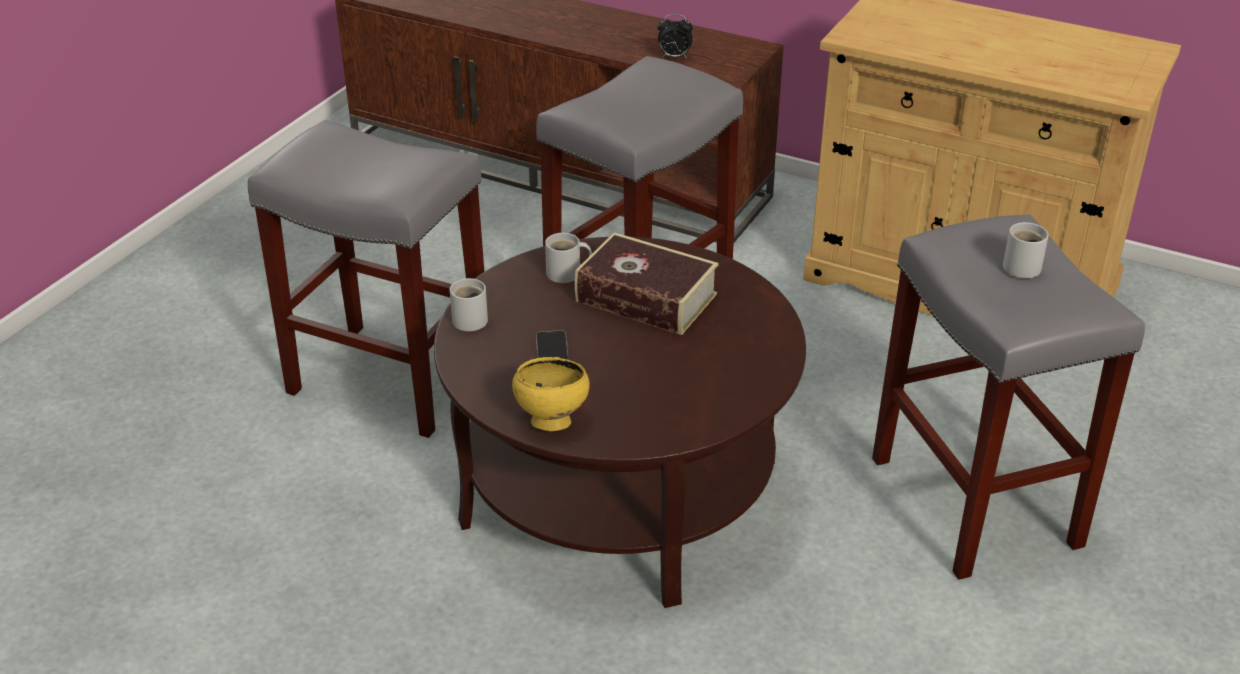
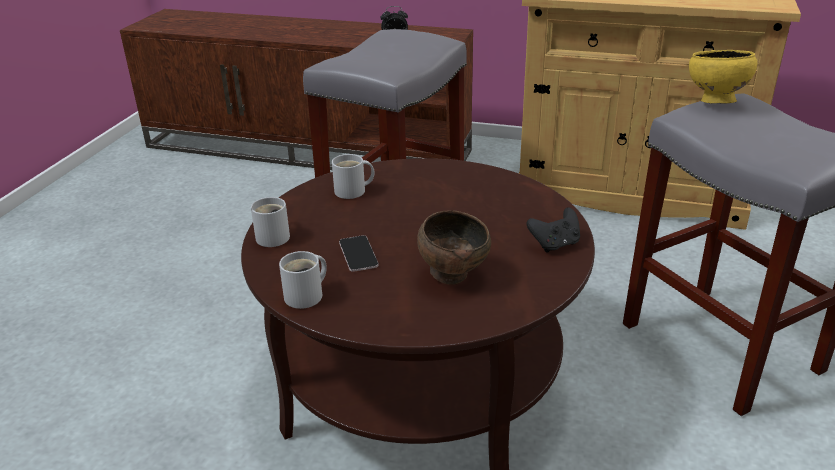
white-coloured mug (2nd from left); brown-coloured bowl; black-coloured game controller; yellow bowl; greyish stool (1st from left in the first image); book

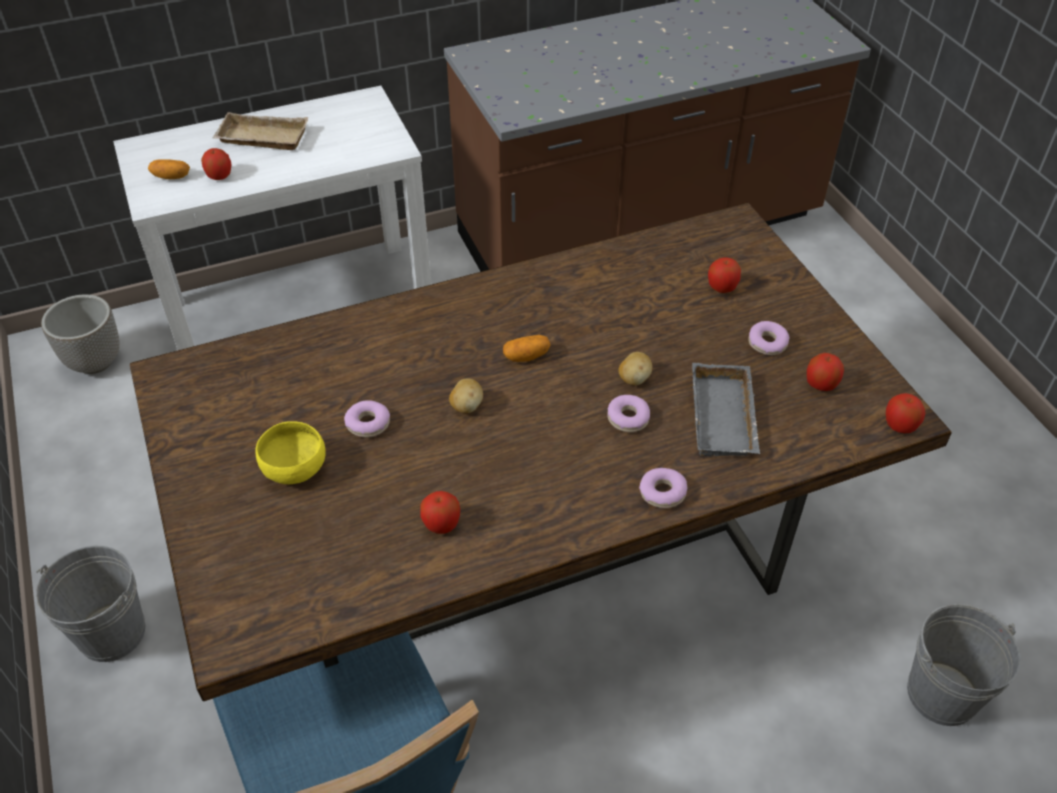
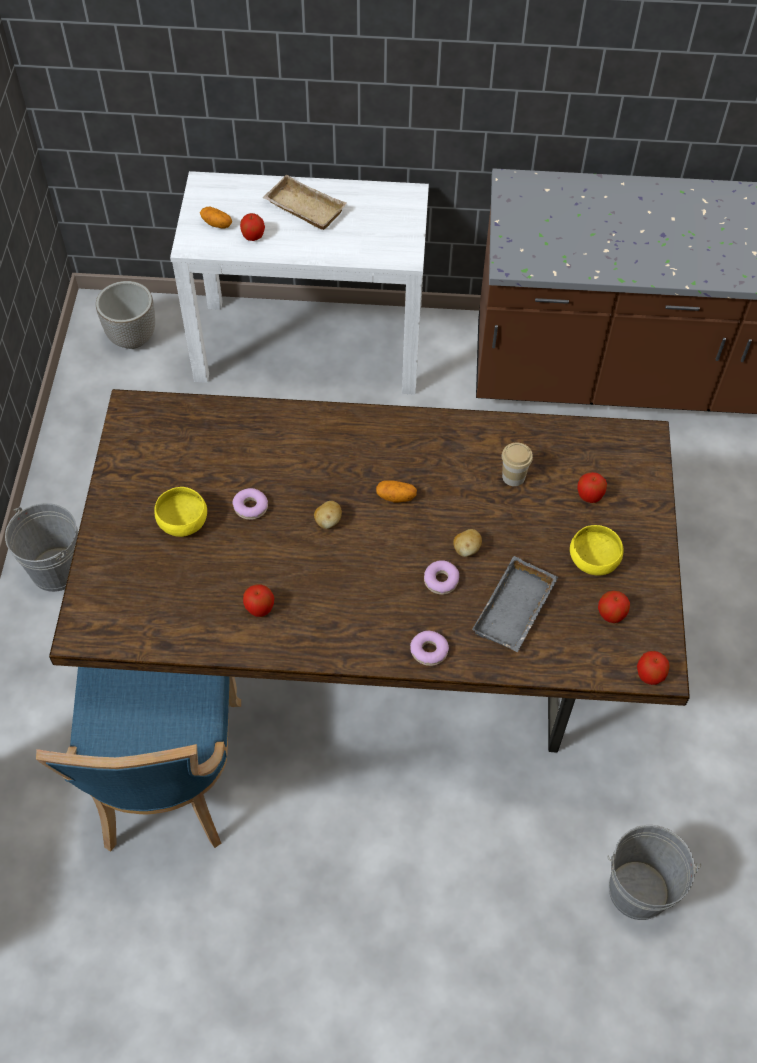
drinking cup; yellow bowl (2nd from left)

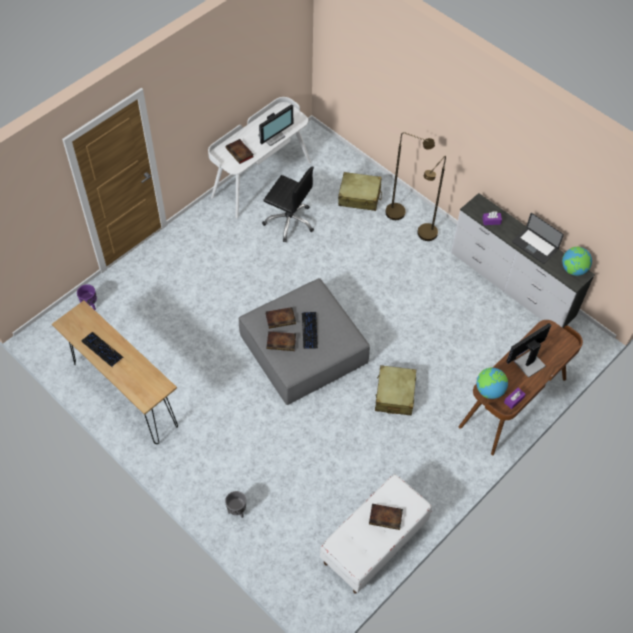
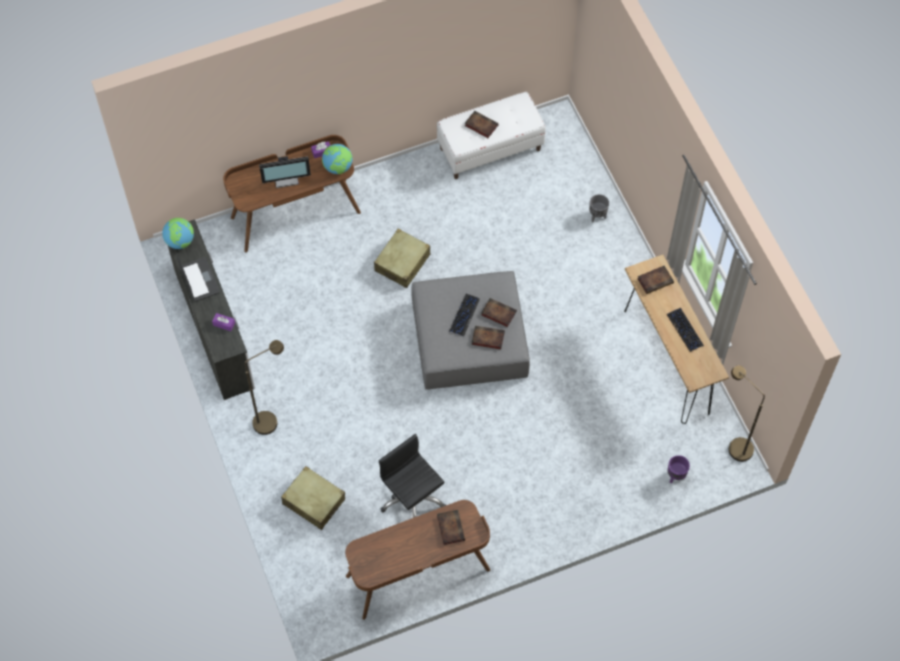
brown-coloured desk unit (2nd from left); book (5th from left); brown-coloured standard lamp (2nd from left); computer screen (1st from left in the first image)

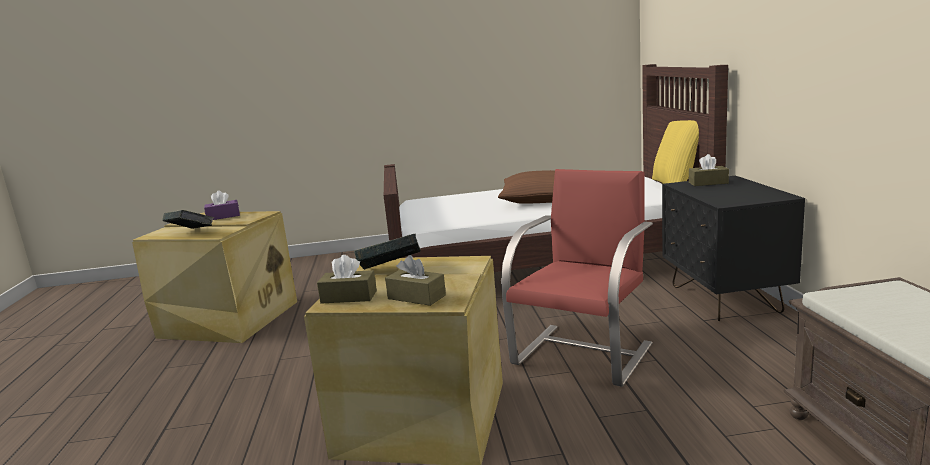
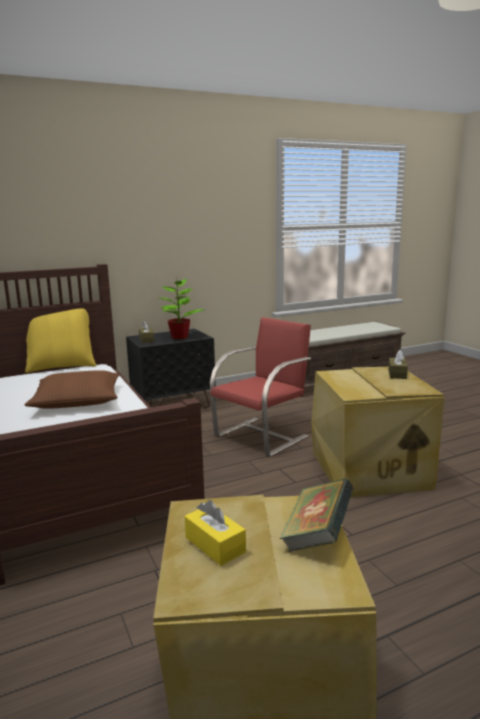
potted plant; yellow tissue holder; red-coloured upright chair; brown-coloured tissue holder (1st from left in the first image); book (2nd from left in the first image)

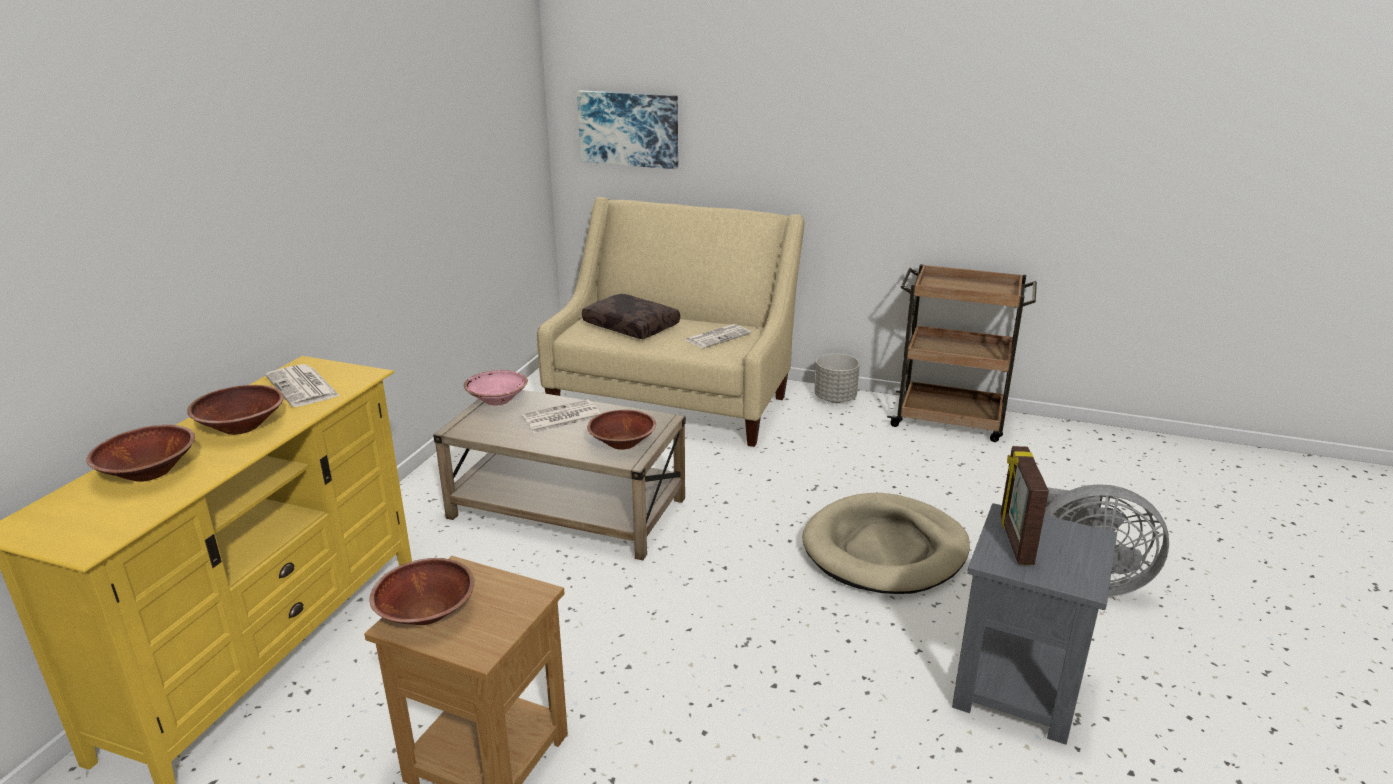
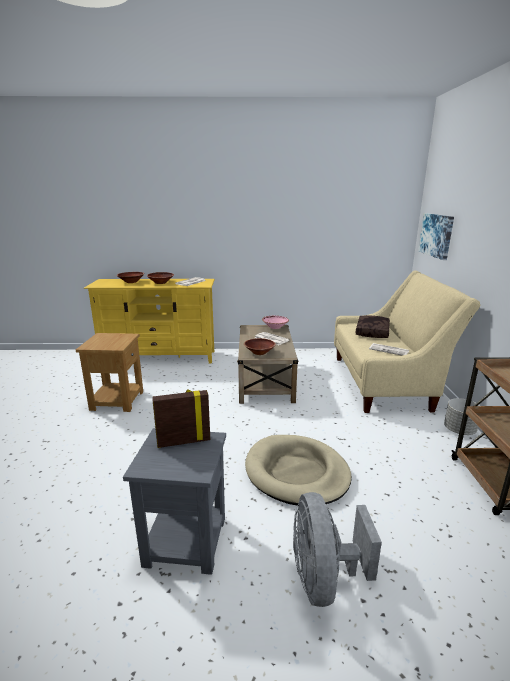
brown-coloured bowl (3rd from left in the first image)

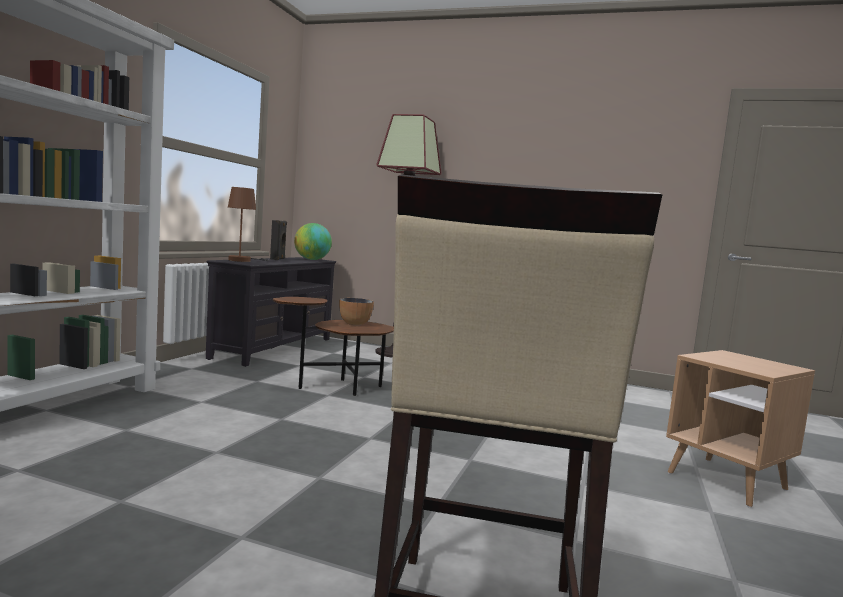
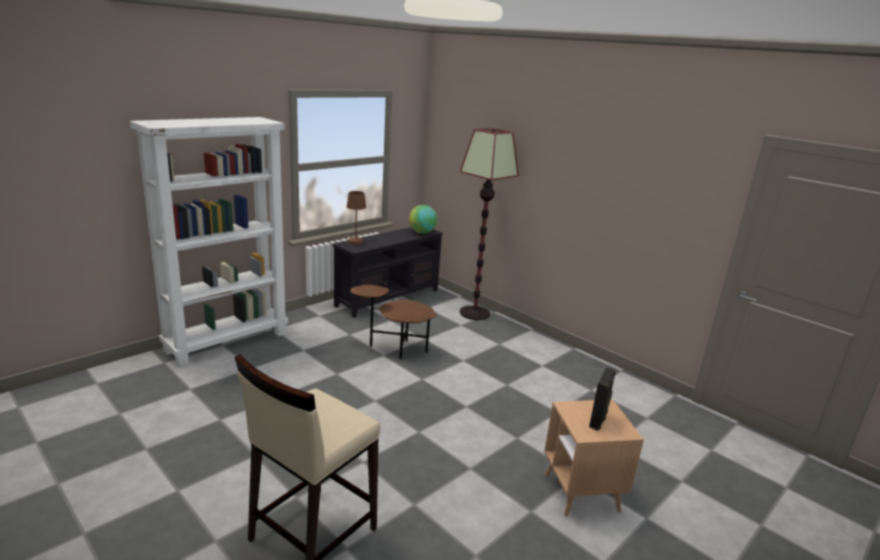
black-coloured loudspeaker; bowl

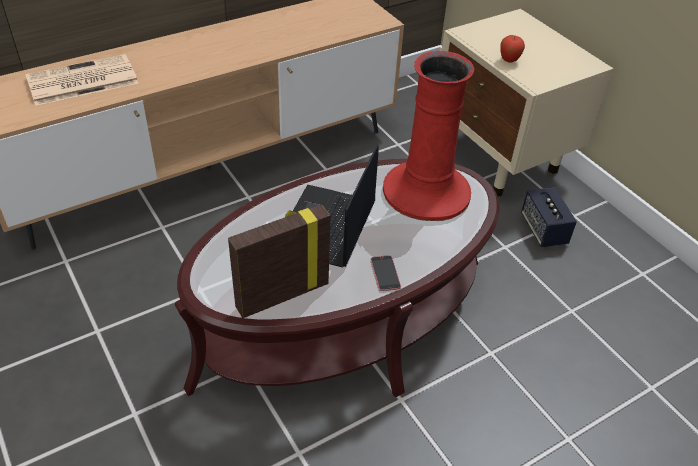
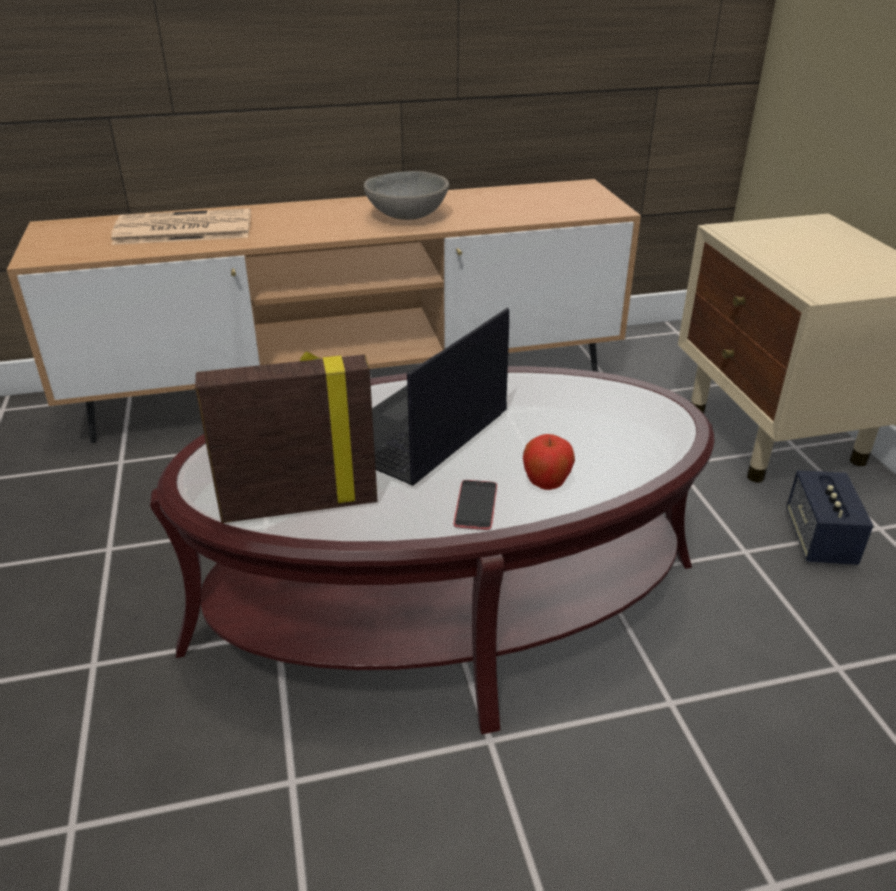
greyish bowl; apple; red-coloured flower vase

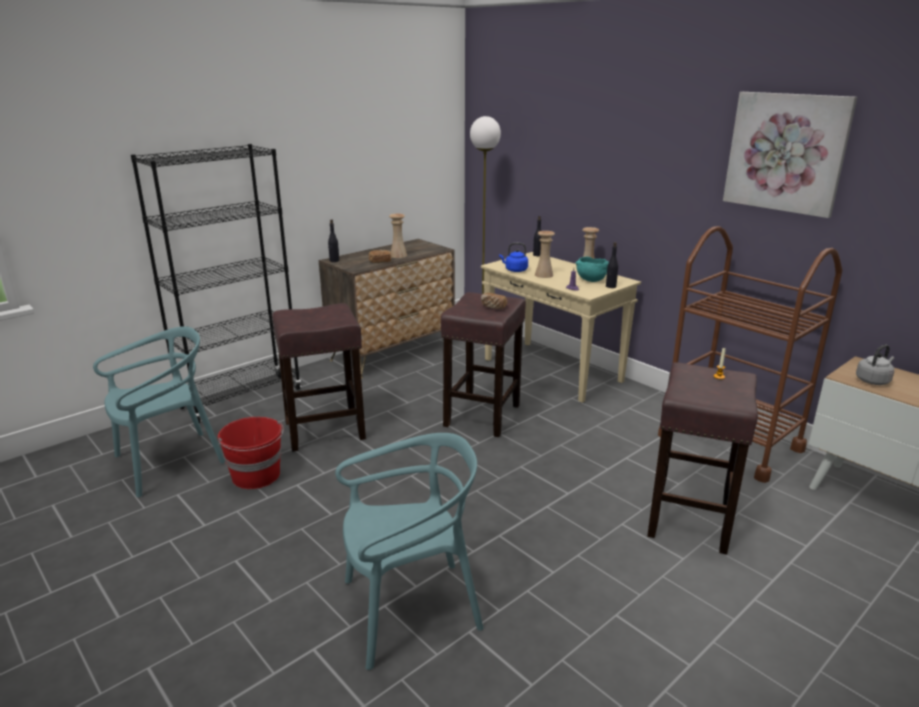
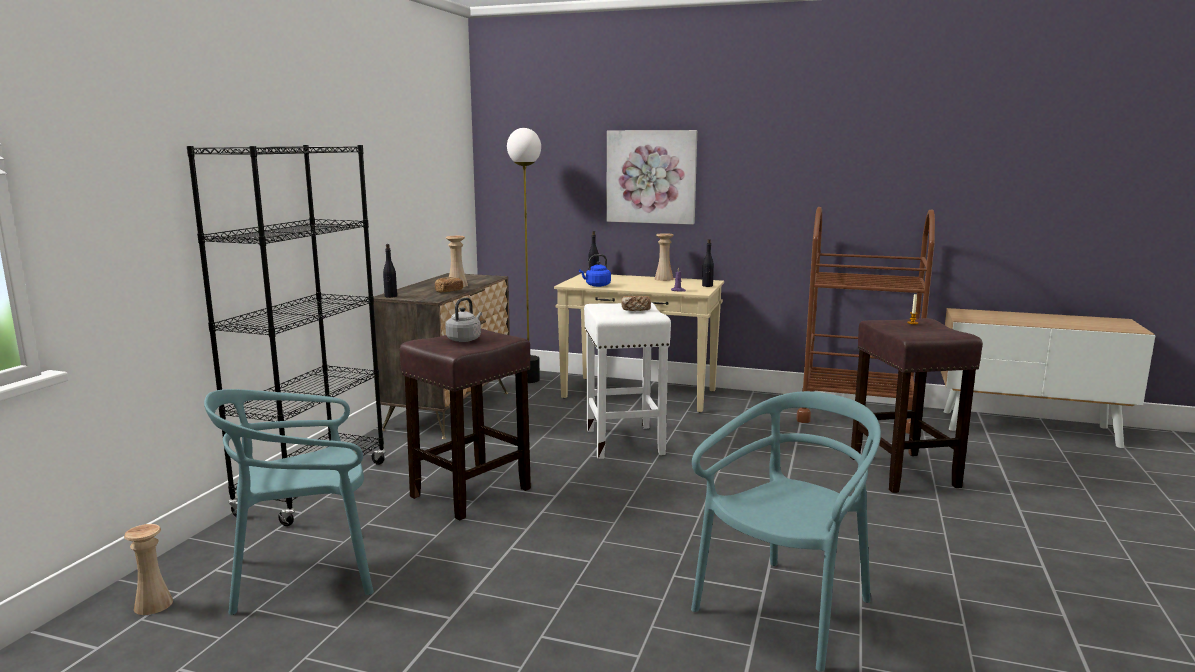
beige flower vase (1st from left); turquoise upright chair (1st from left); greyish water kettle; white-coloured stool; wall picture; red-coloured water bucket; turquoise bowl

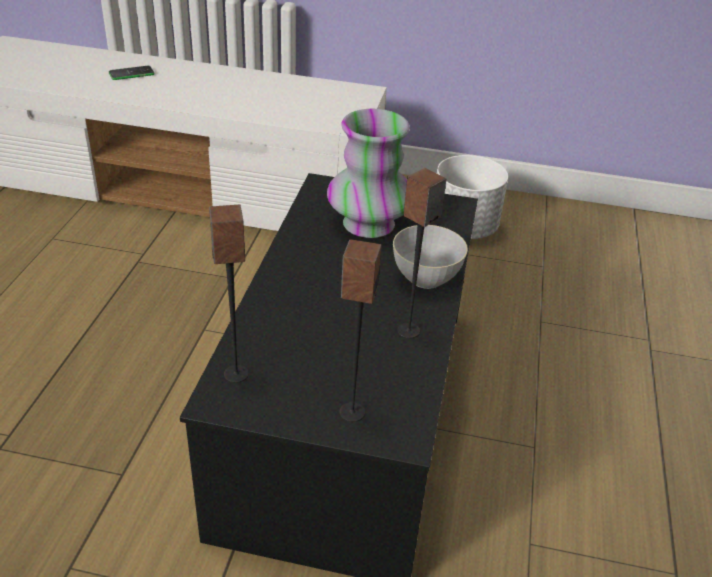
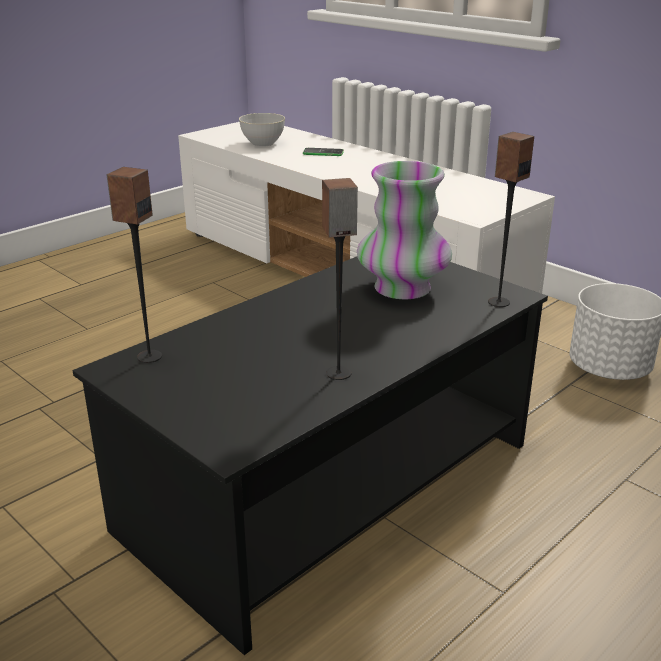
greyish bowl; loudspeaker (3rd from left)

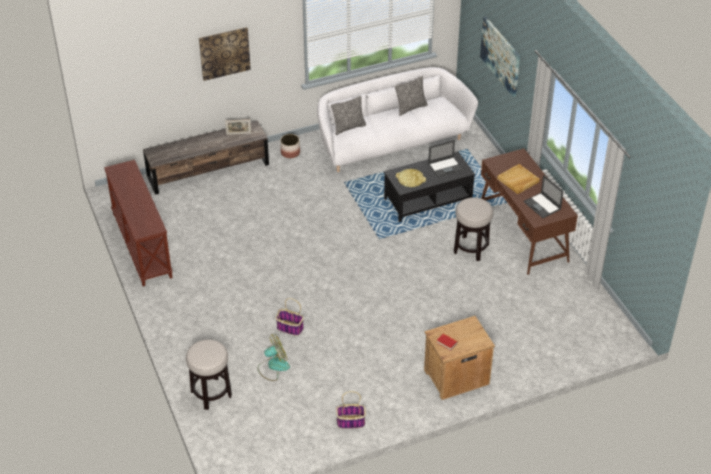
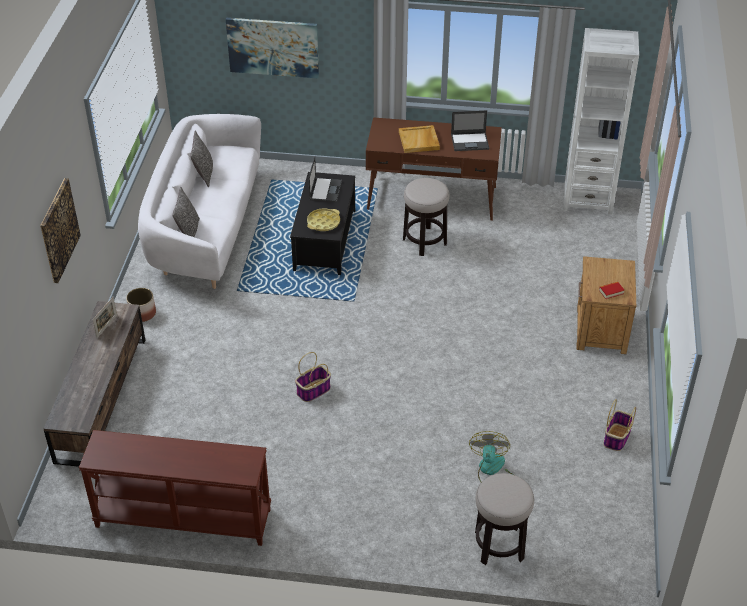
storage basket (1st from left); white-coloured bookshelf

